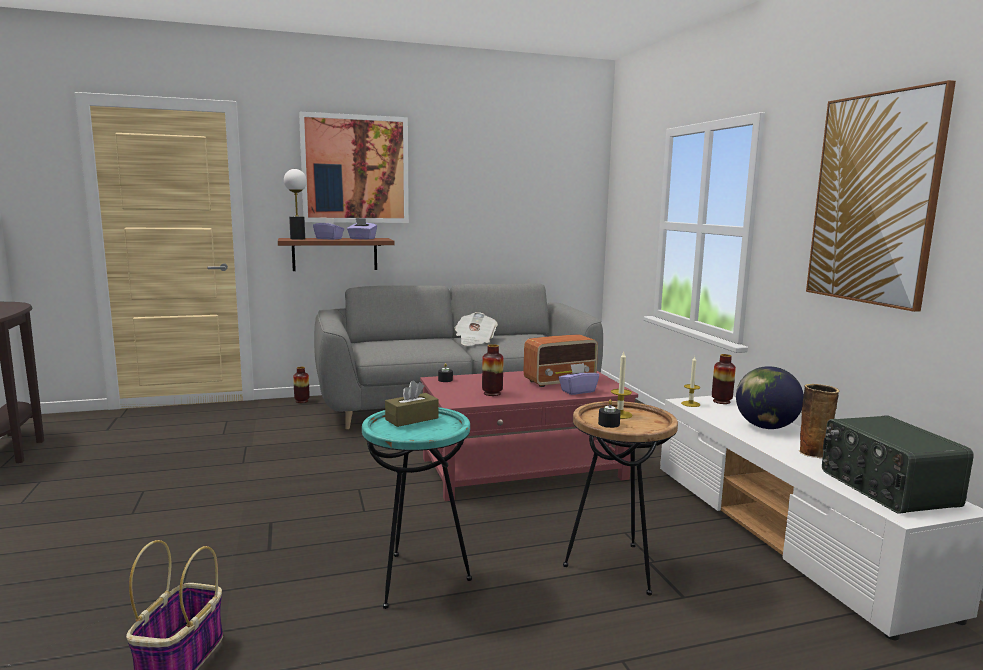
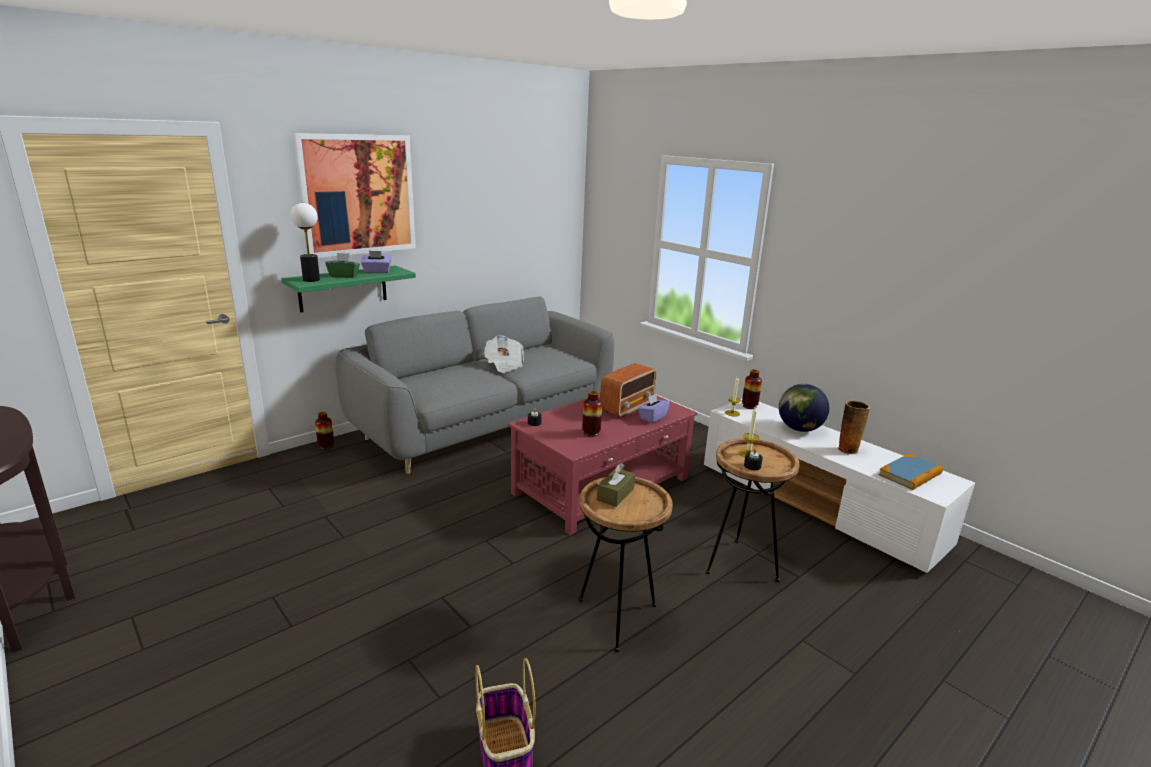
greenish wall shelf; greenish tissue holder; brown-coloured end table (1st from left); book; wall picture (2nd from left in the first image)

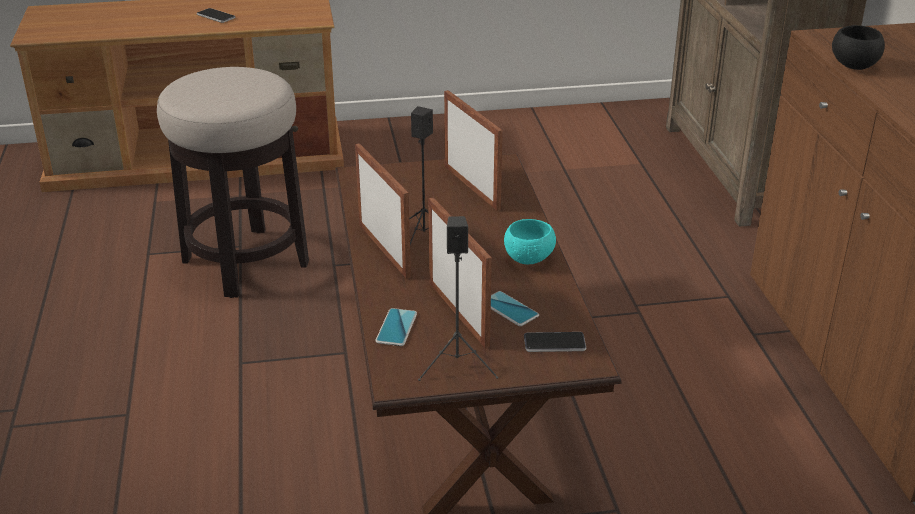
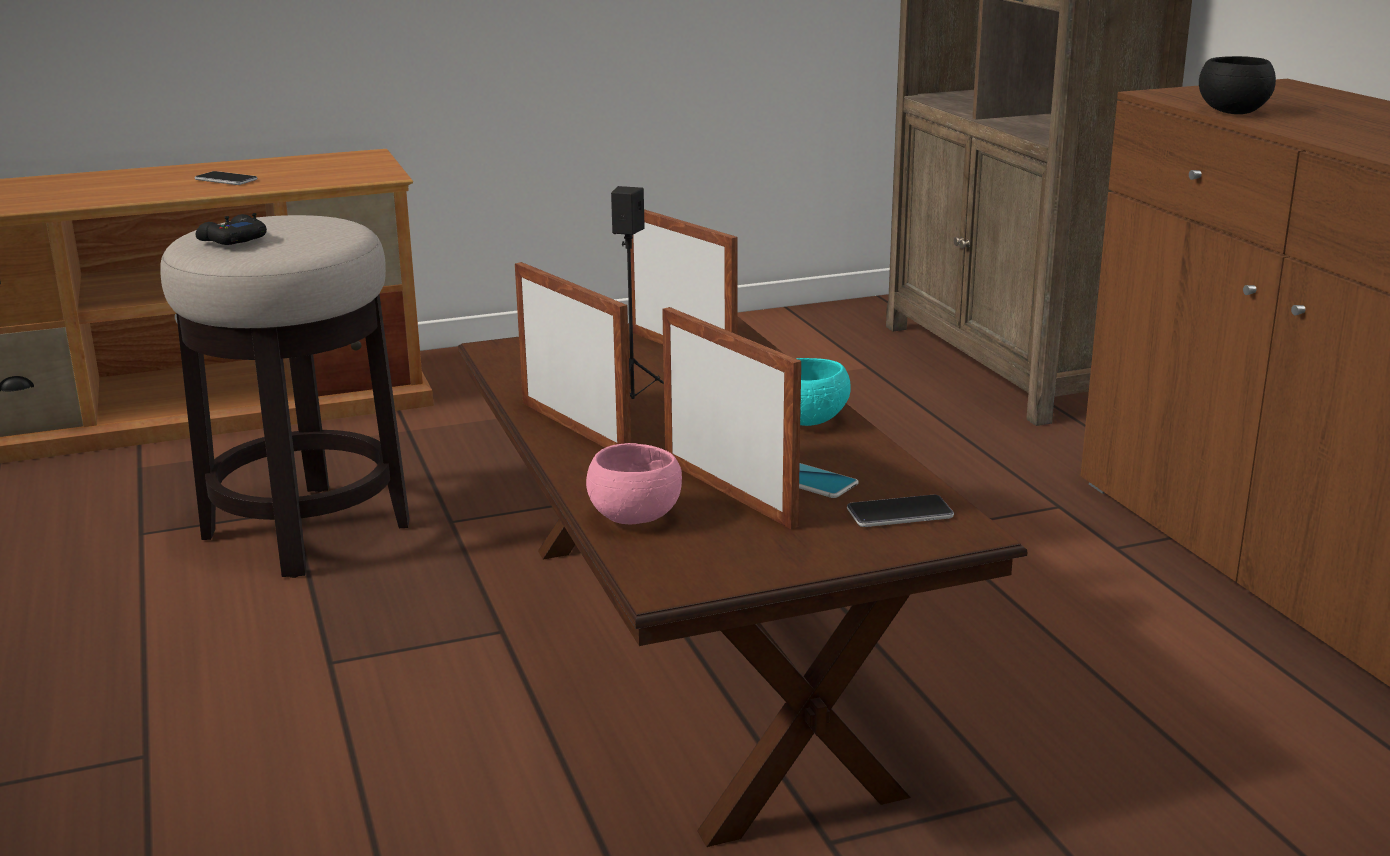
black-coloured game controller; pink bowl; black-coloured loudspeaker (2nd from left in the first image)

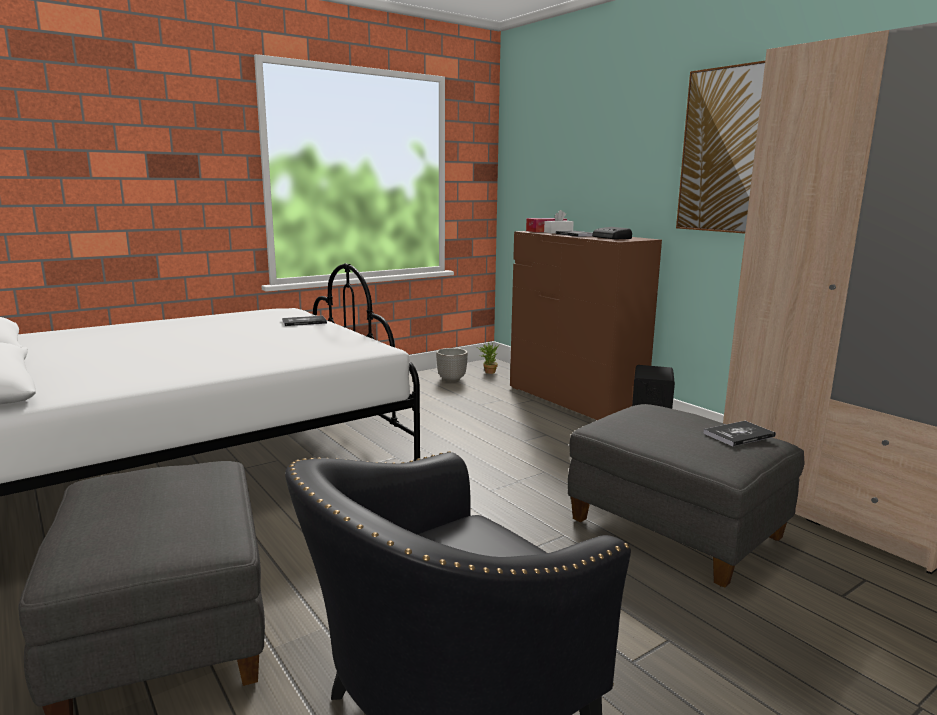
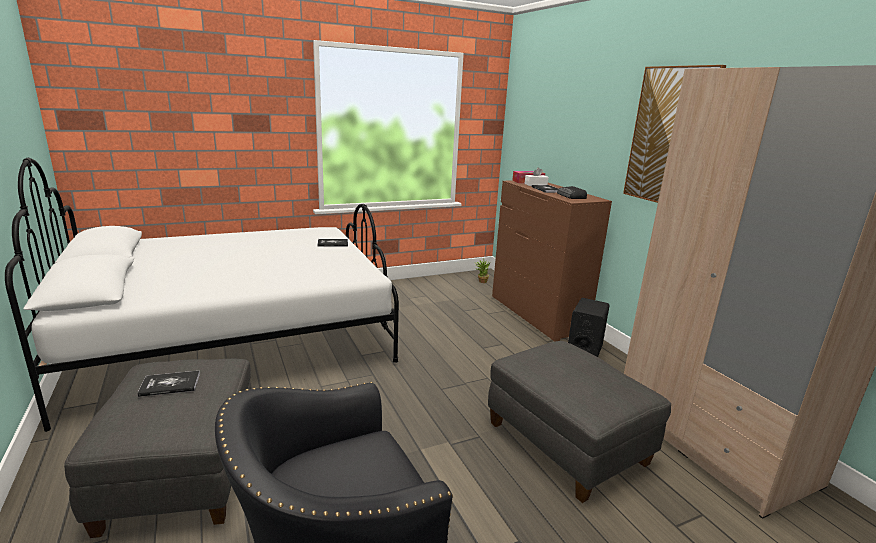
book (1st from left); planter

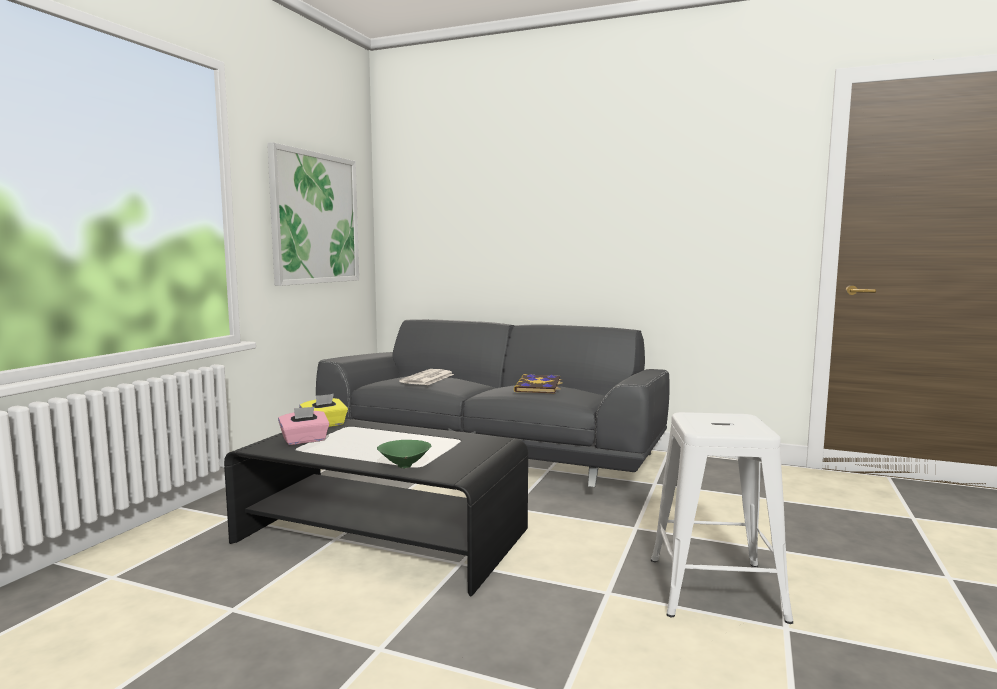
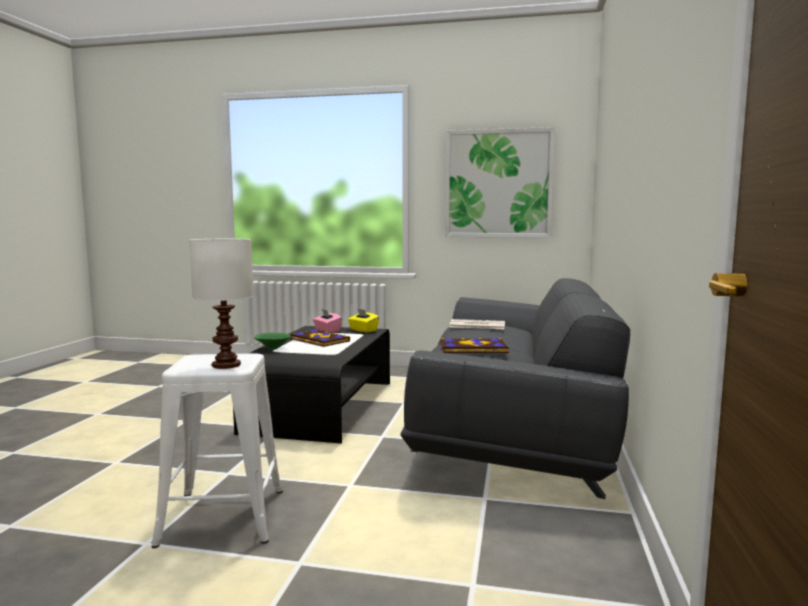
white-coloured table lamp; book (1st from left)

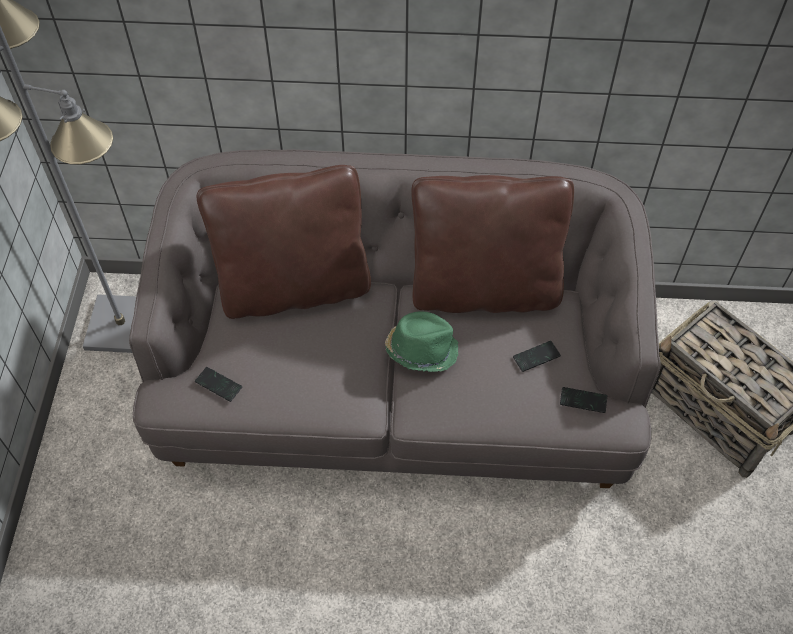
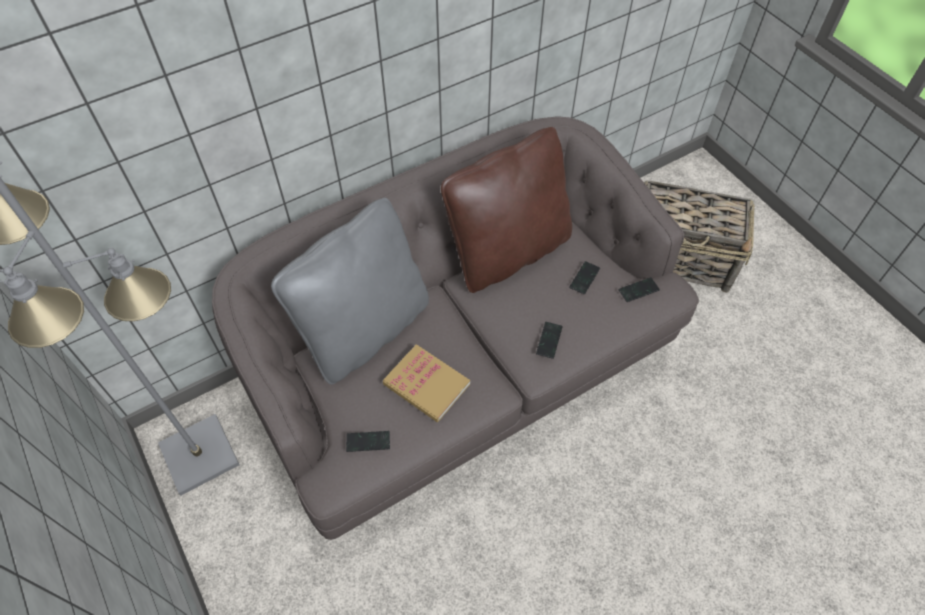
greyish pillow; book; telephone (2nd from left); greenish hat

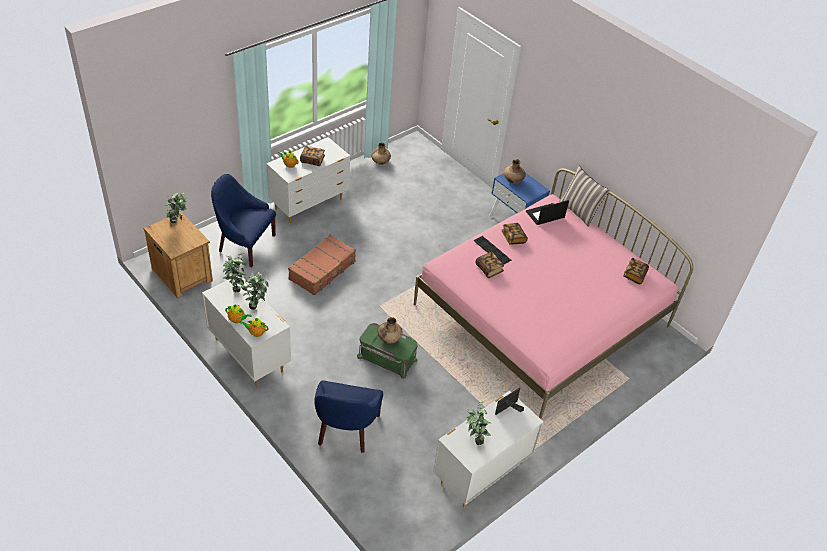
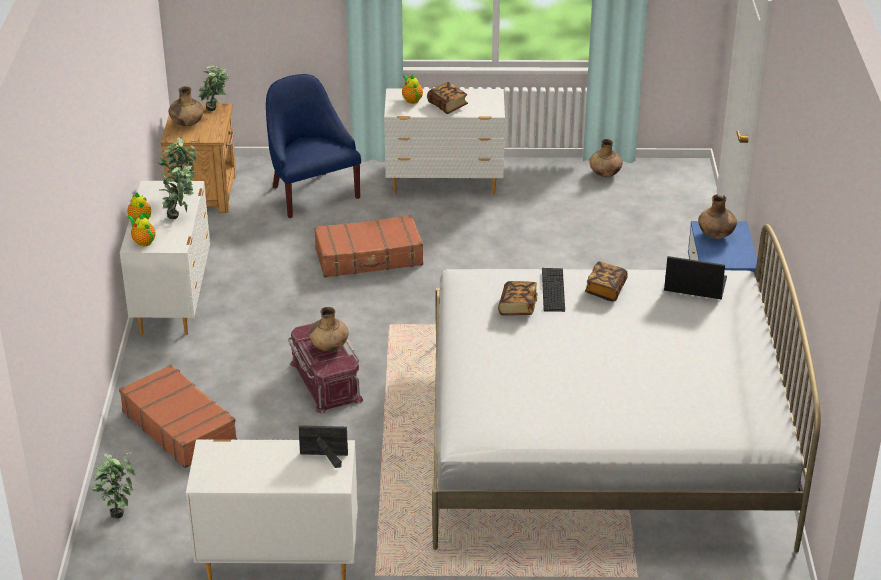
potted plant (1st from left); brown-coloured travel case (1st from left); brown-coloured flower vase (1st from left); red-coloured storage bin; white-coloured bedroom bed; pillow; book (4th from left in the first image)

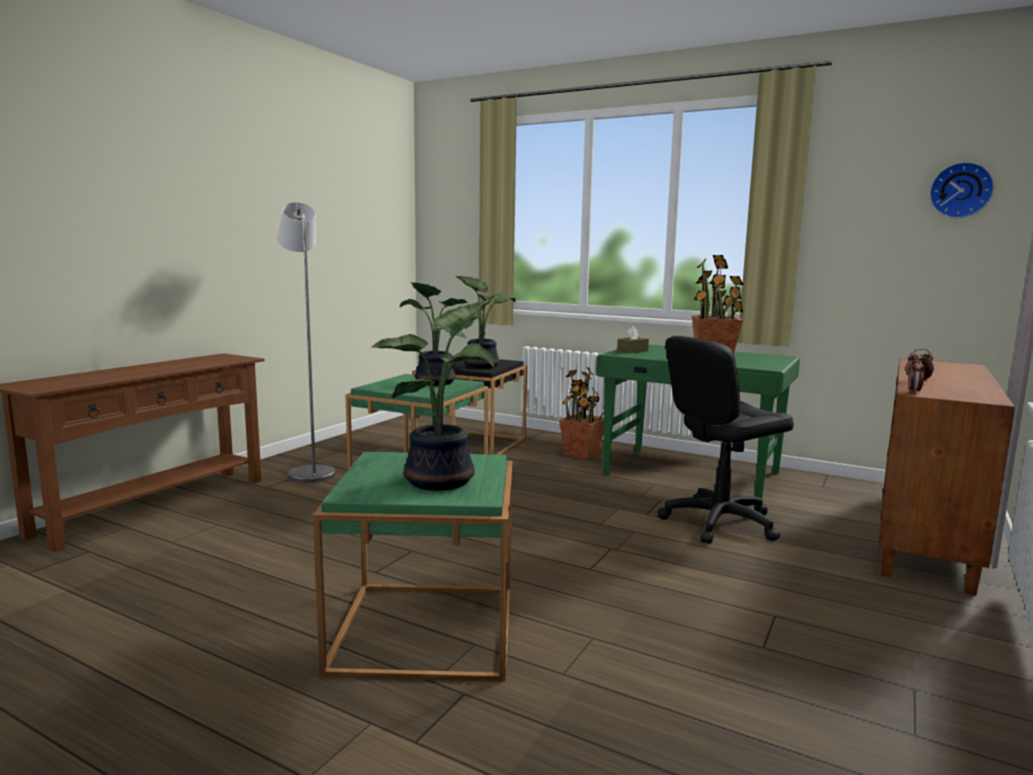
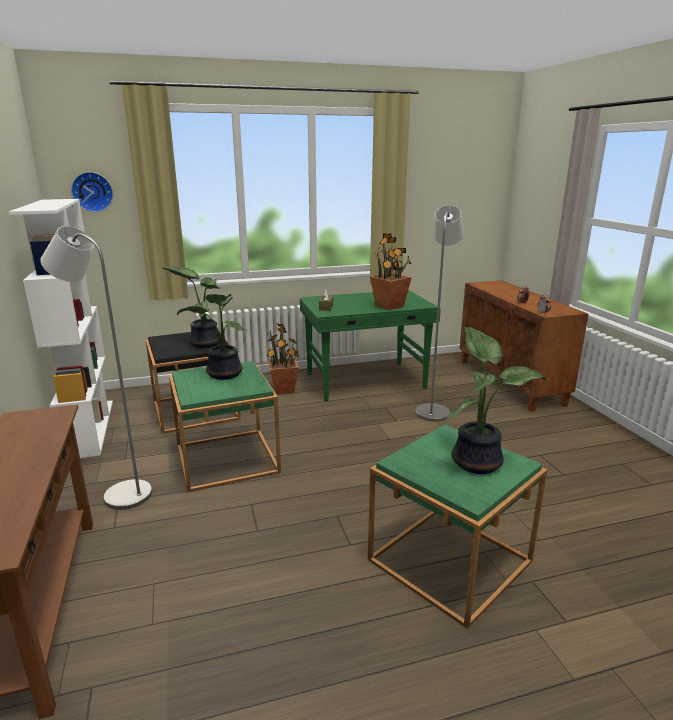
white-coloured bookshelf; clock on the wall; greyish standard lamp (2nd from left)

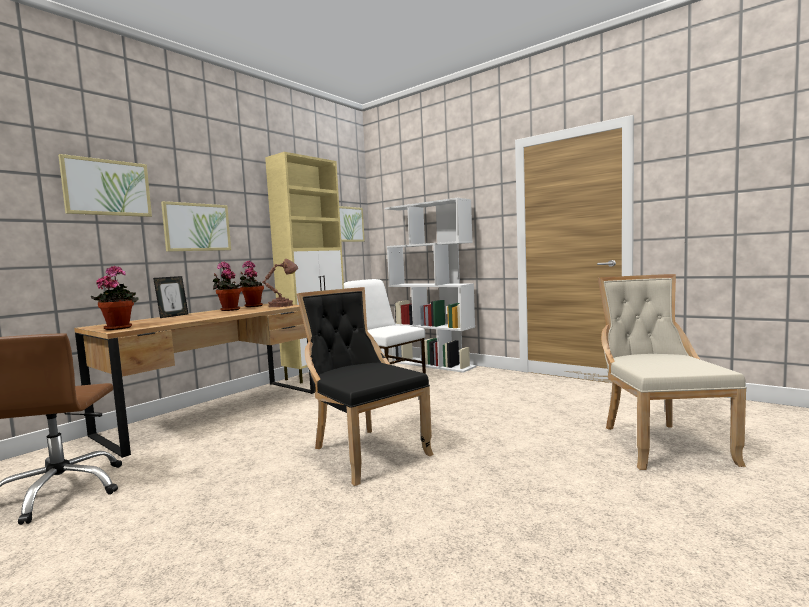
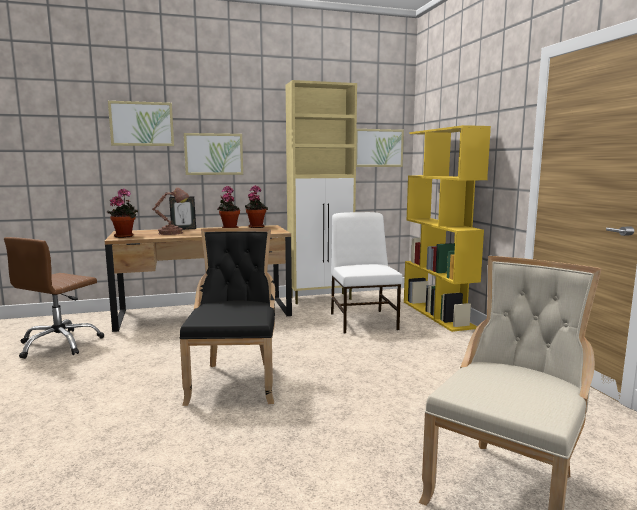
brown-coloured table lamp; yellow bookshelf

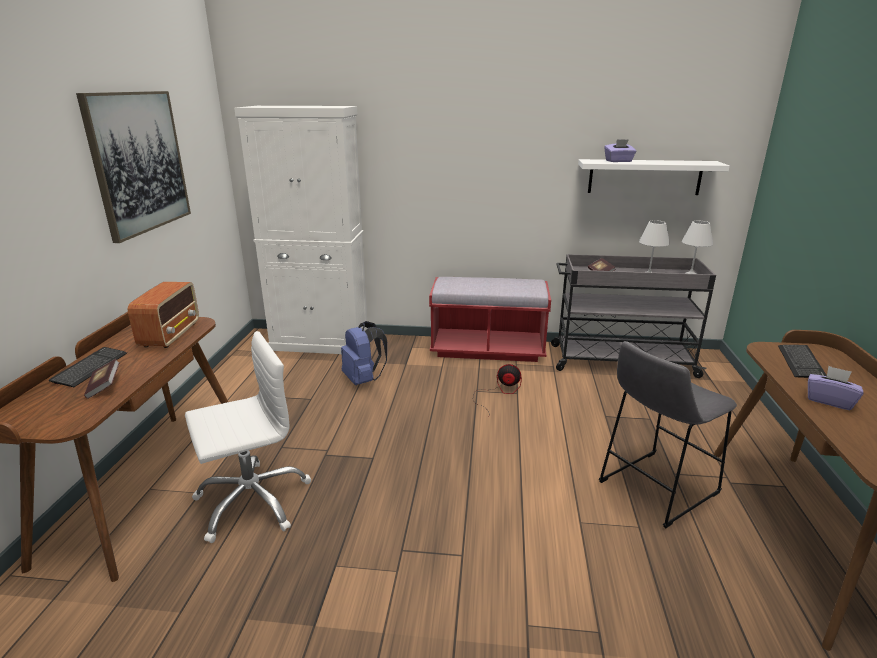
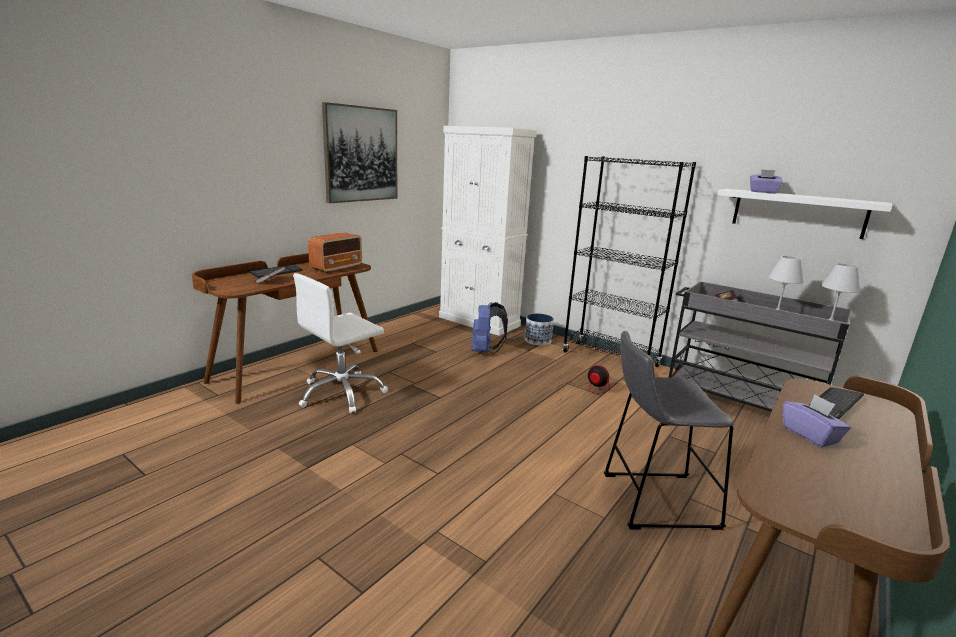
white-coloured computer chair; planter; black-coloured bookshelf

